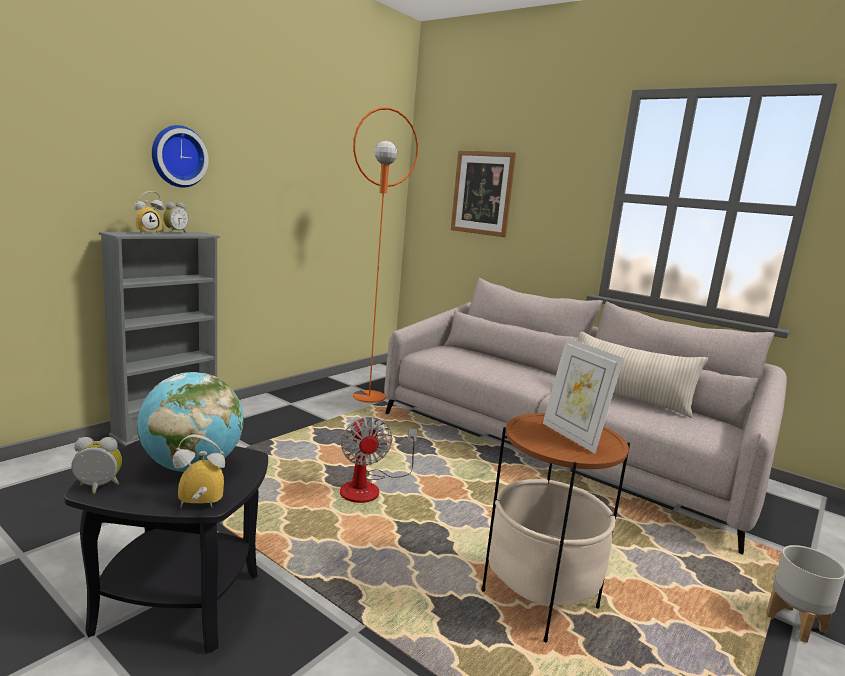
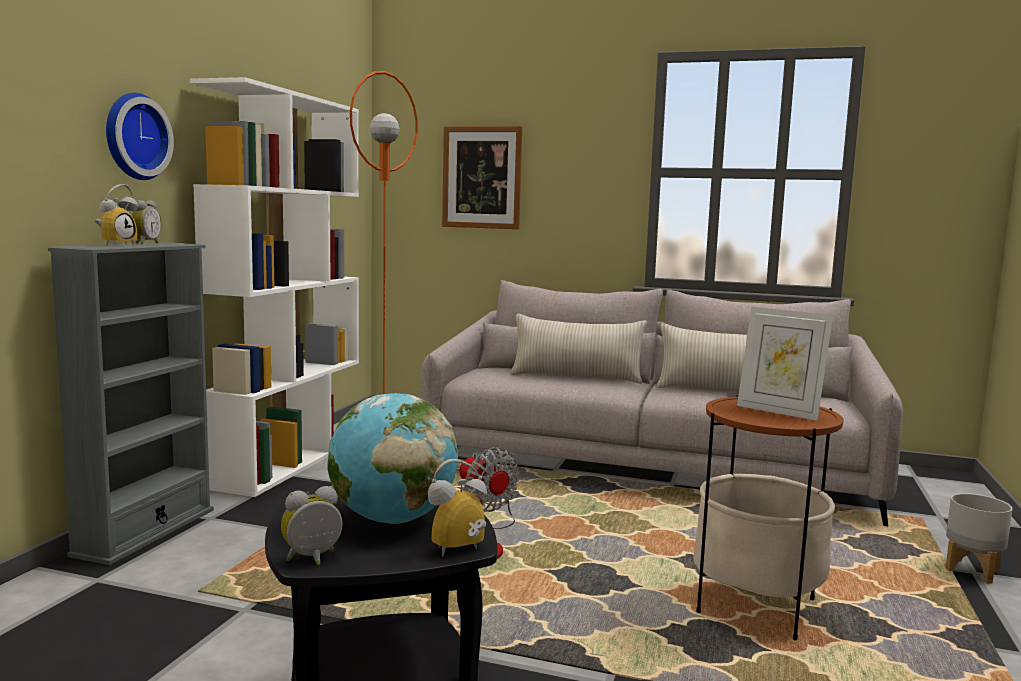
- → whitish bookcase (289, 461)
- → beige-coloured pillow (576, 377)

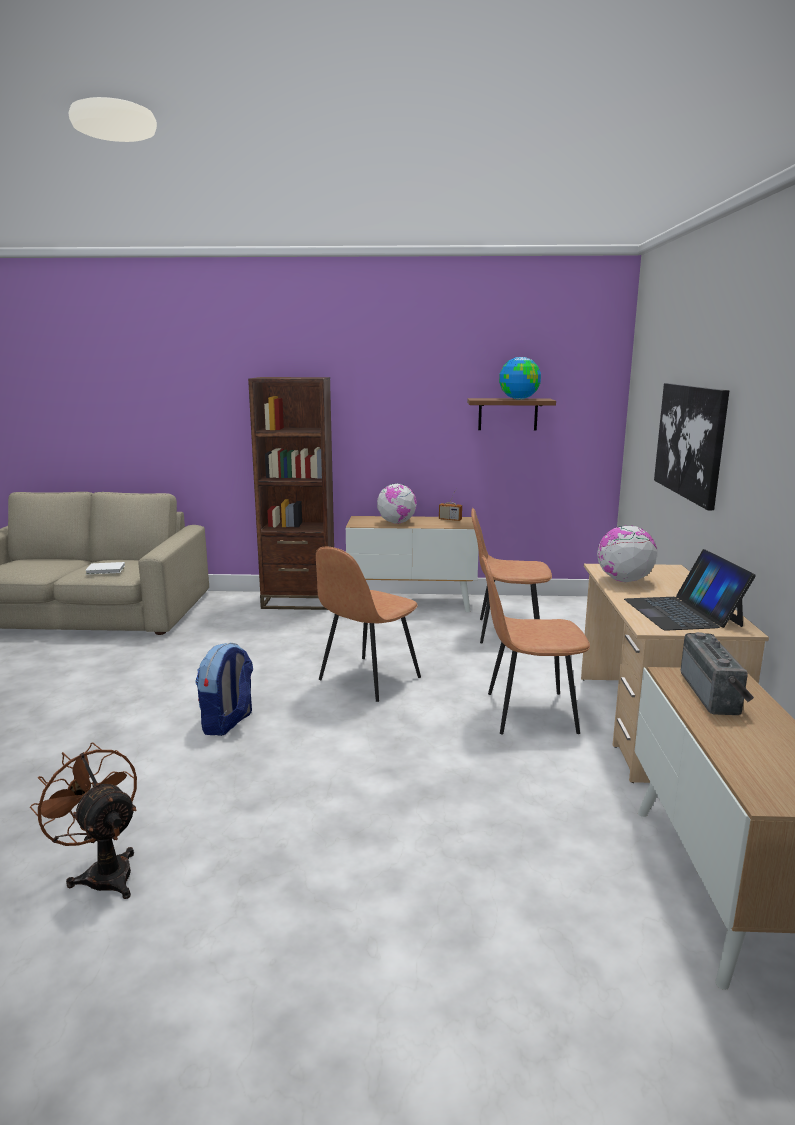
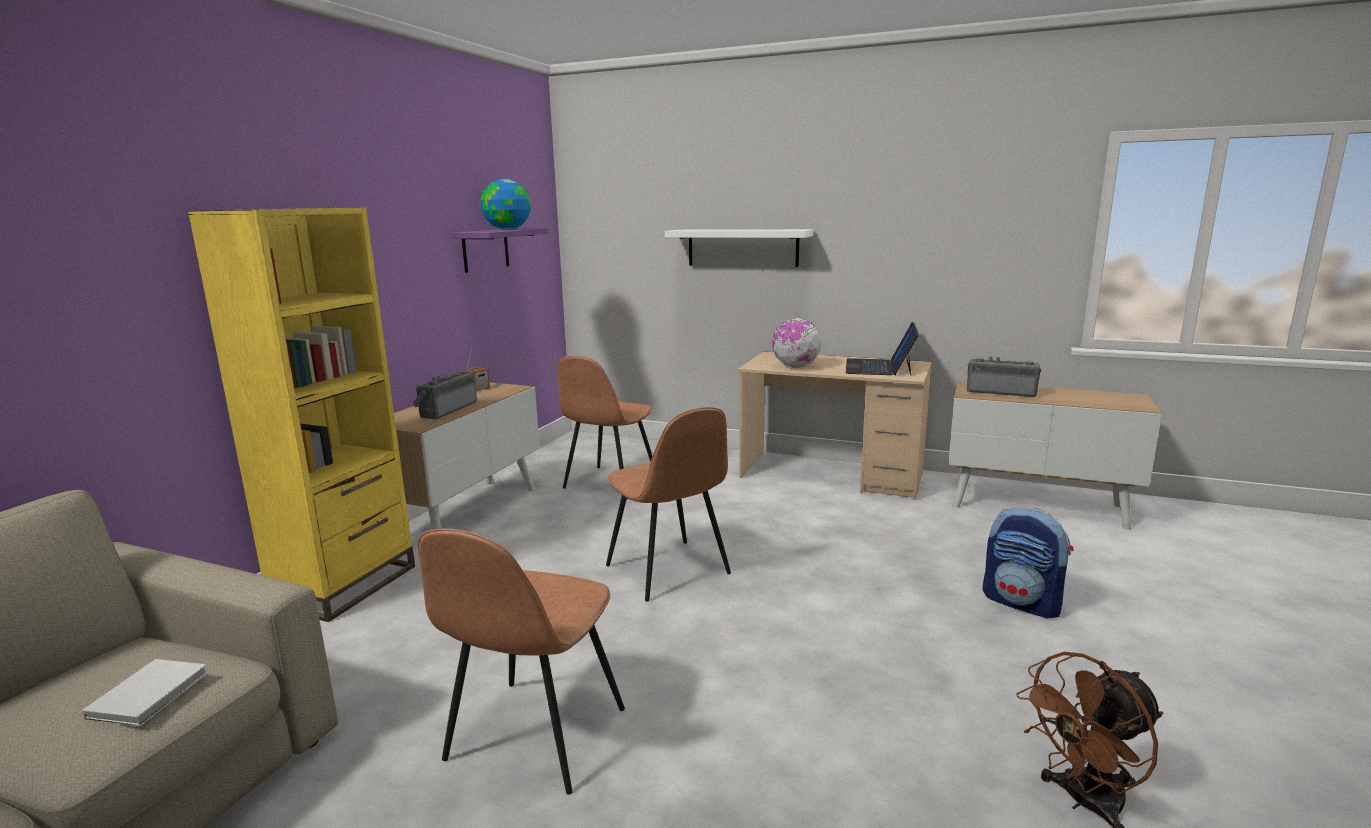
backpack (228, 723) → backpack (1023, 603), move
brownish plain chair (528, 712) → brownish plain chair (534, 737), move
world globe (396, 522) → radio (446, 410)
wall picture (690, 441) → whitish bracket shelf (742, 247)
brownish bookcase (299, 601) → yellow-coloured bookcase (345, 585)
brownish bracket shelf (507, 414) → purplish bracket shelf (485, 249)
notebook computer (682, 612) → notebook computer (879, 367), 90 degrees clockwise

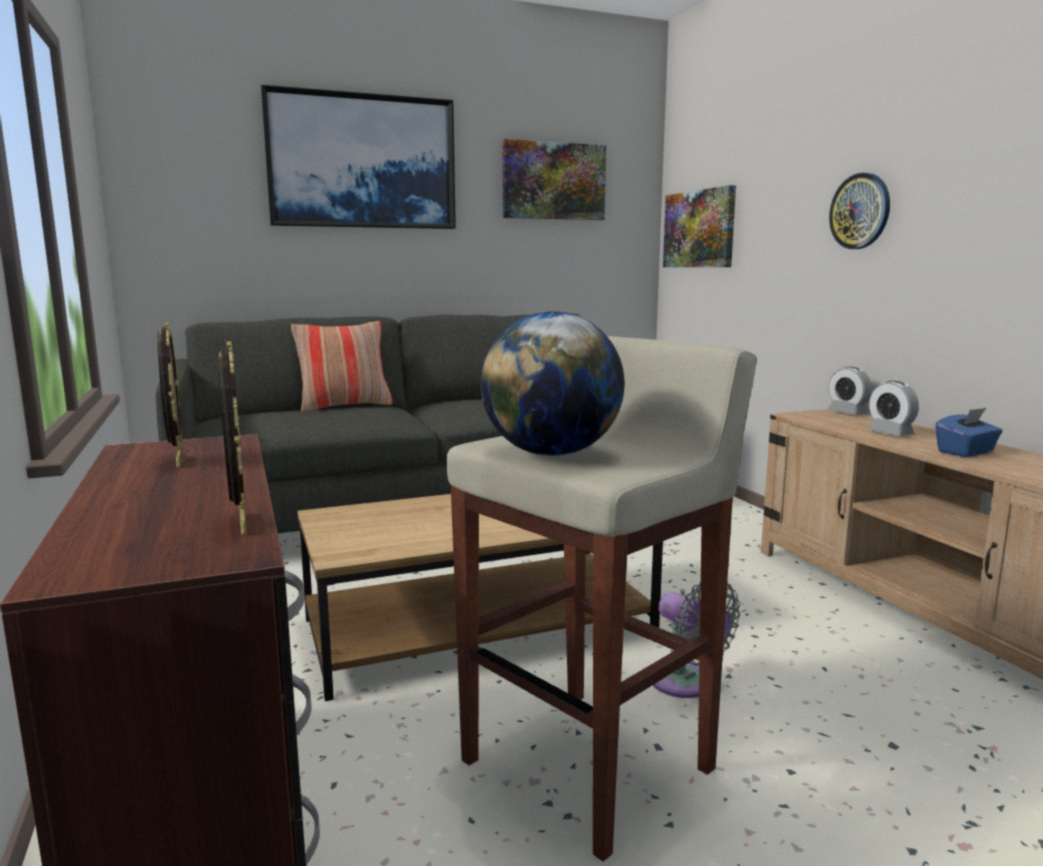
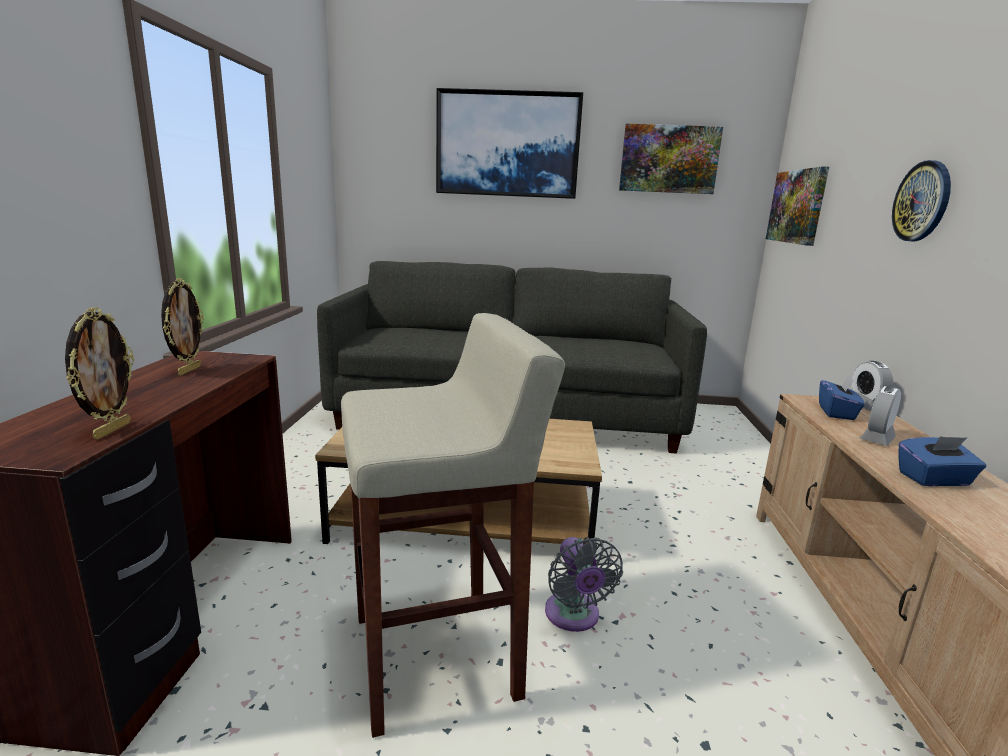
pillow (345, 406) → -
world globe (551, 454) → -
- → blue tissue box (837, 412)
bedside clock (890, 433) → bedside clock (877, 438), 45 degrees clockwise

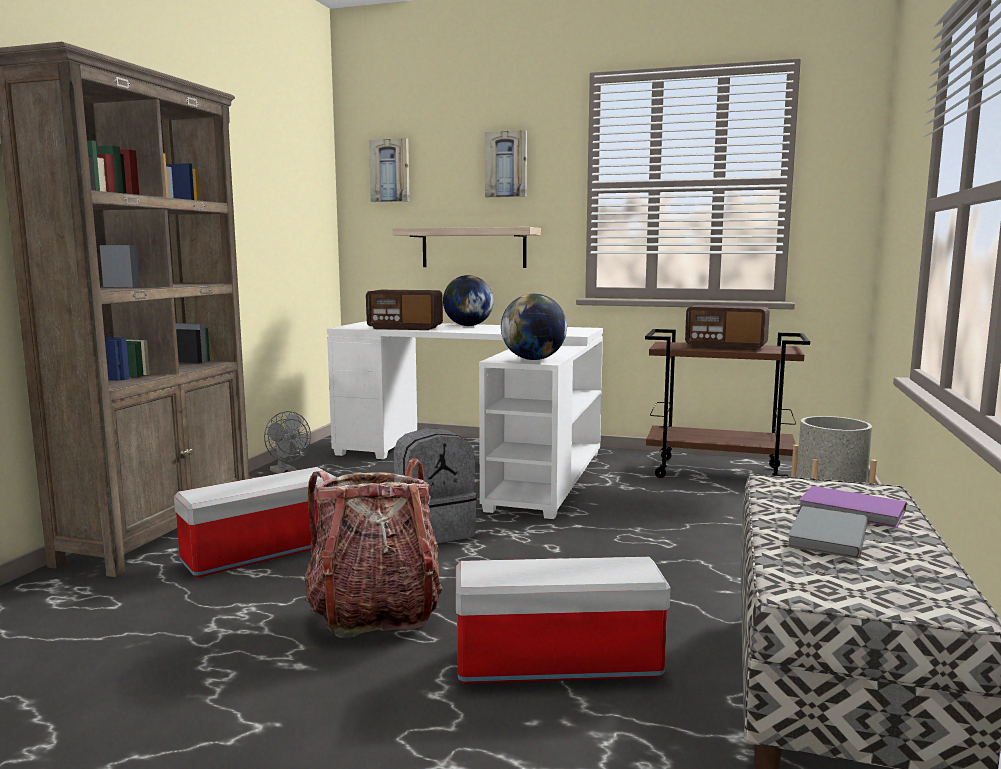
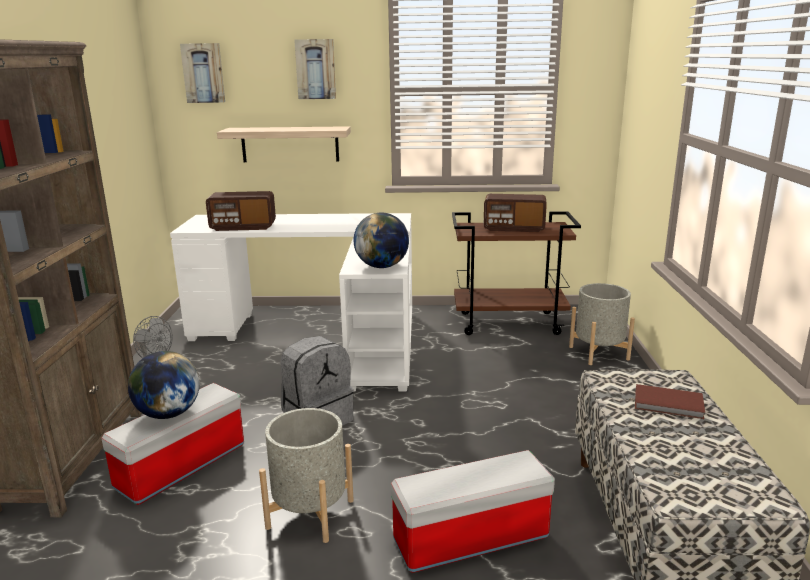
gray bound book (825, 536) → -
world globe (468, 326) → world globe (168, 414), move
backpack (375, 611) → gray flower pot (310, 514)
purplish bound book (852, 511) → brownish bound book (669, 404)

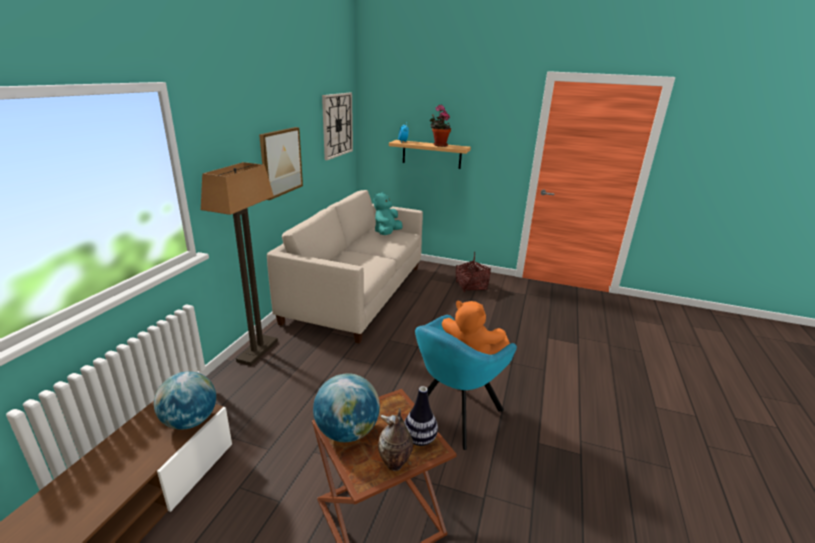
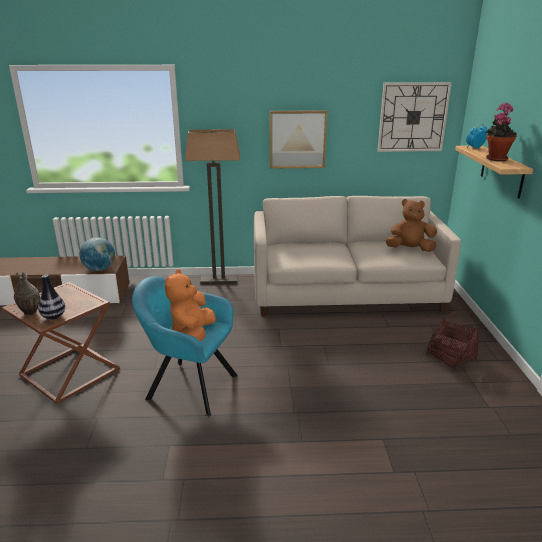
world globe (347, 431) → -
turquoise plush toy (387, 233) → brownish plush toy (409, 249)

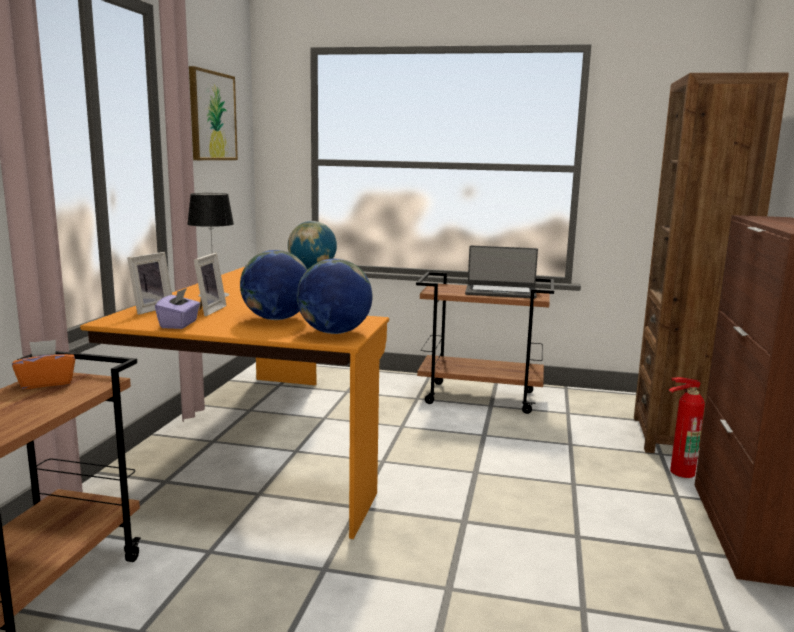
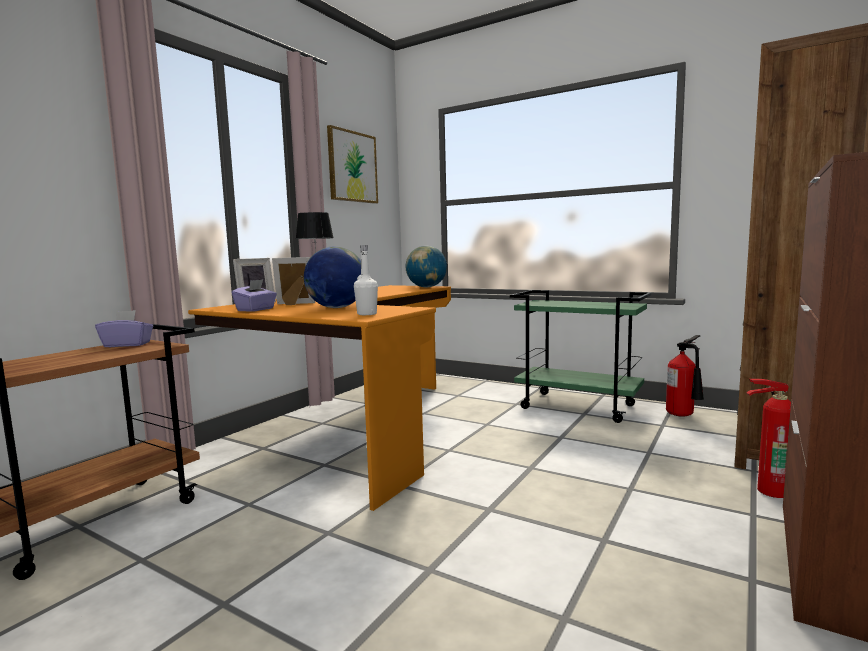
notebook computer (500, 292) → -
- → fire-fighting cylinder (684, 416)
world globe (334, 332) → whitish bottle (367, 314)
orange-coloured tissue box (46, 383) → purplish tissue box (127, 344)
brownish wheeled cart (481, 397) → greenish wheeled cart (579, 407)
standing frame (207, 310) → standing frame (294, 304), 120 degrees counterclockwise

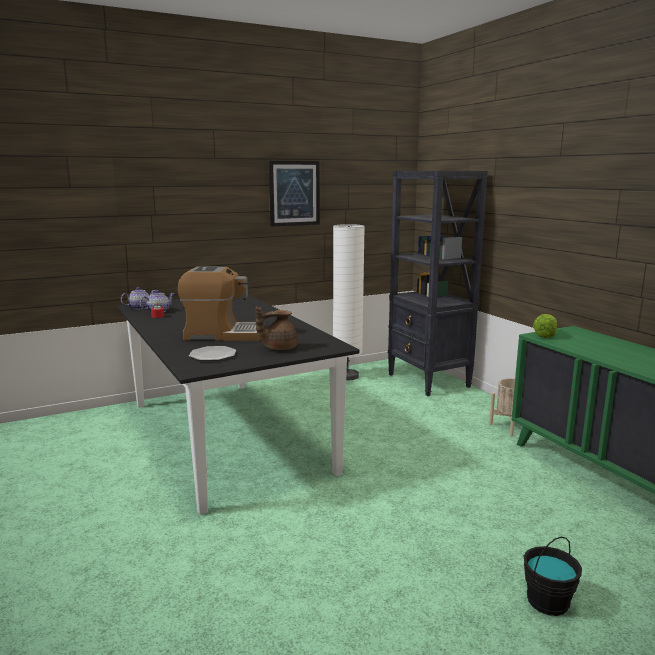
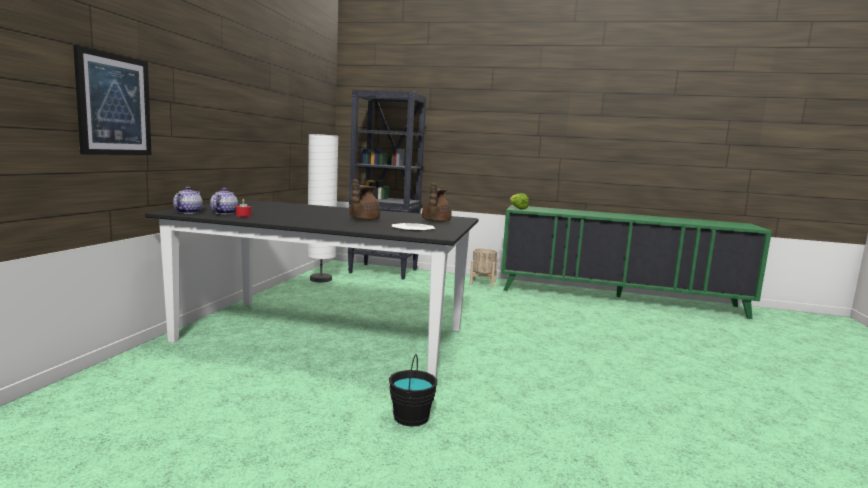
wall picture (294, 193) → wall picture (114, 105), move
black water bucket (547, 601) → black water bucket (410, 417), move
coffee machine (223, 334) → brownish teapot (363, 220)

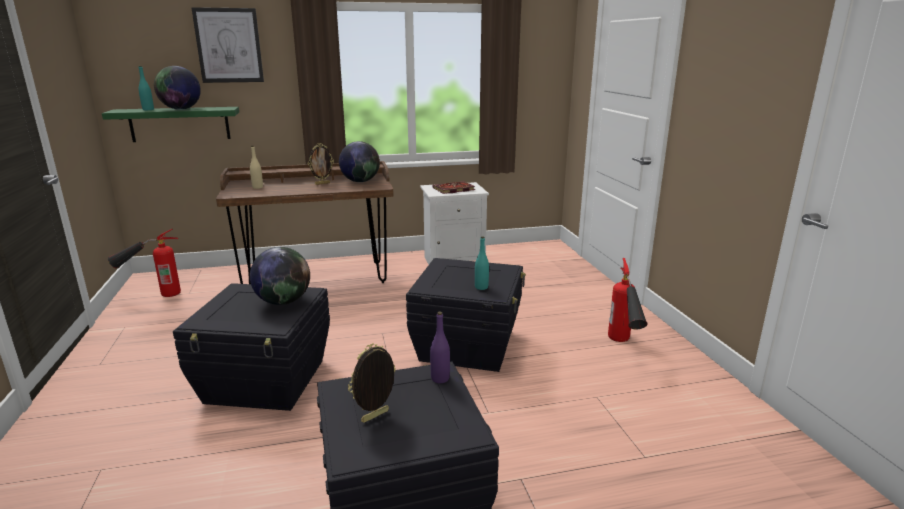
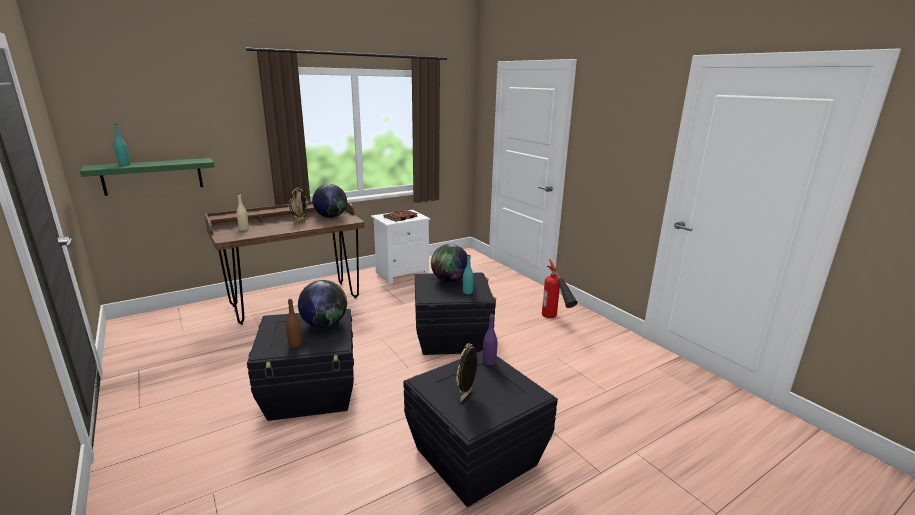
fire-fighting cylinder (153, 294) → -
wall picture (229, 45) → -
- → brownish bottle (295, 345)
world globe (181, 109) → world globe (449, 280), move

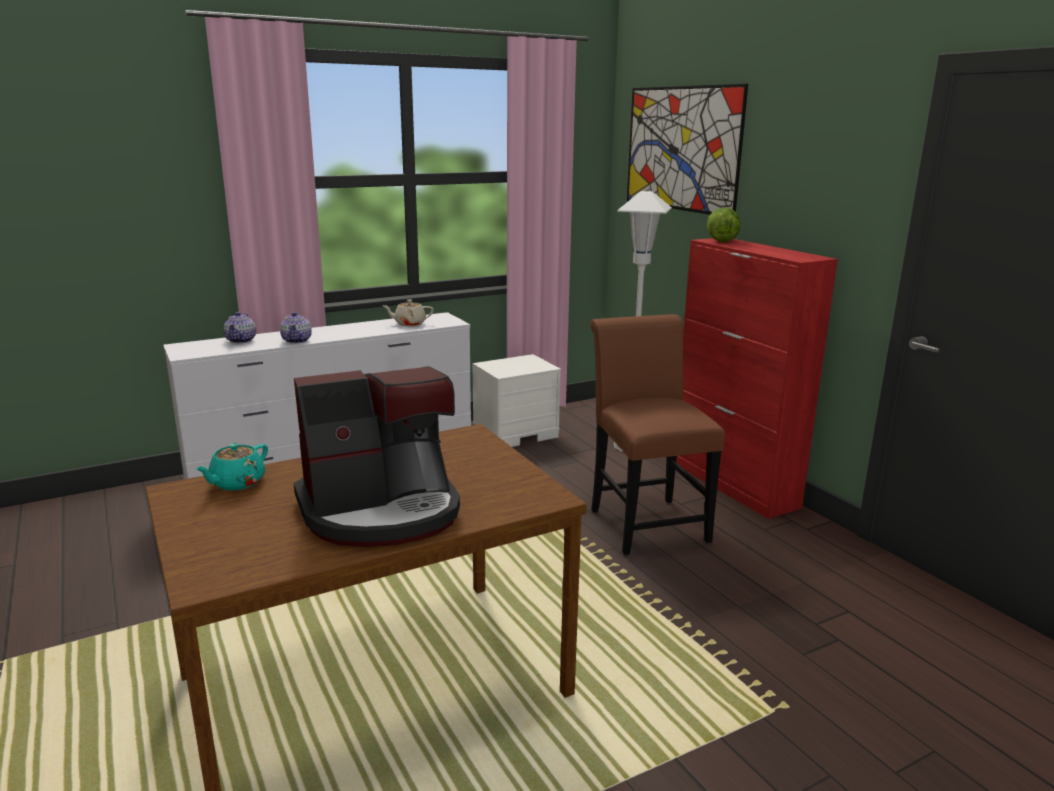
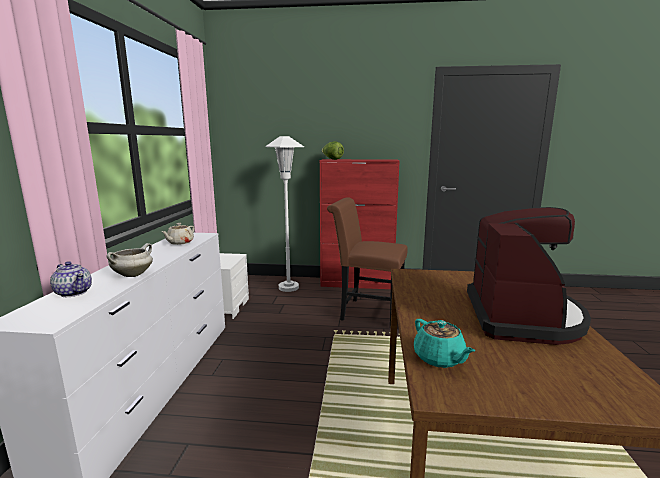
wall picture (681, 149) → -
teapot (297, 340) → whitish stockpot (133, 275)

